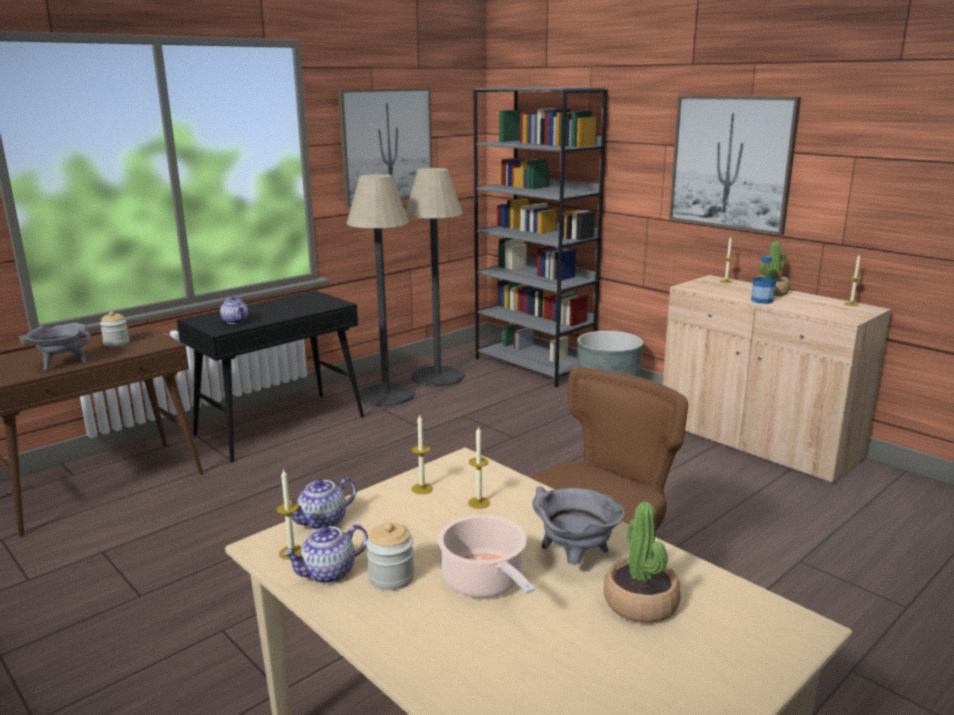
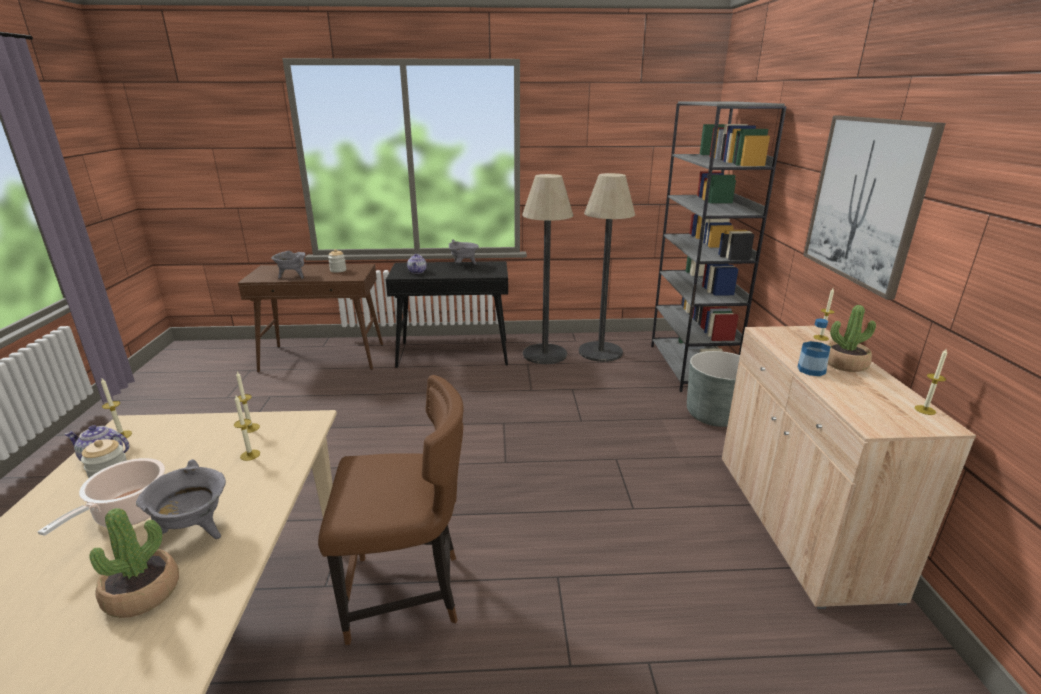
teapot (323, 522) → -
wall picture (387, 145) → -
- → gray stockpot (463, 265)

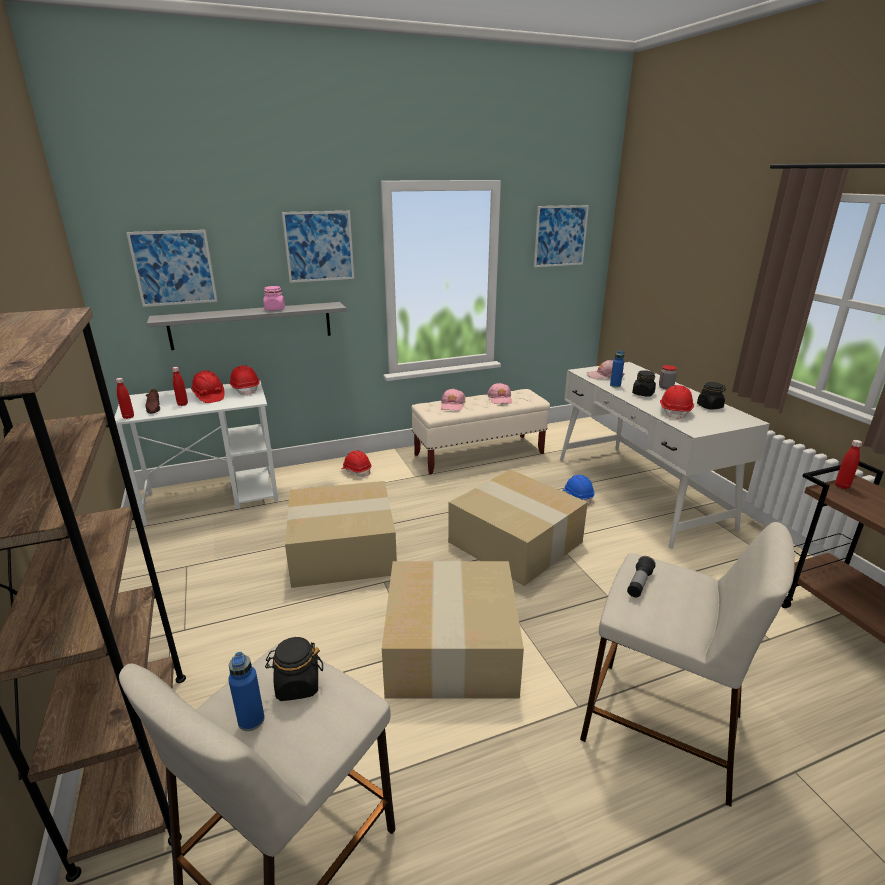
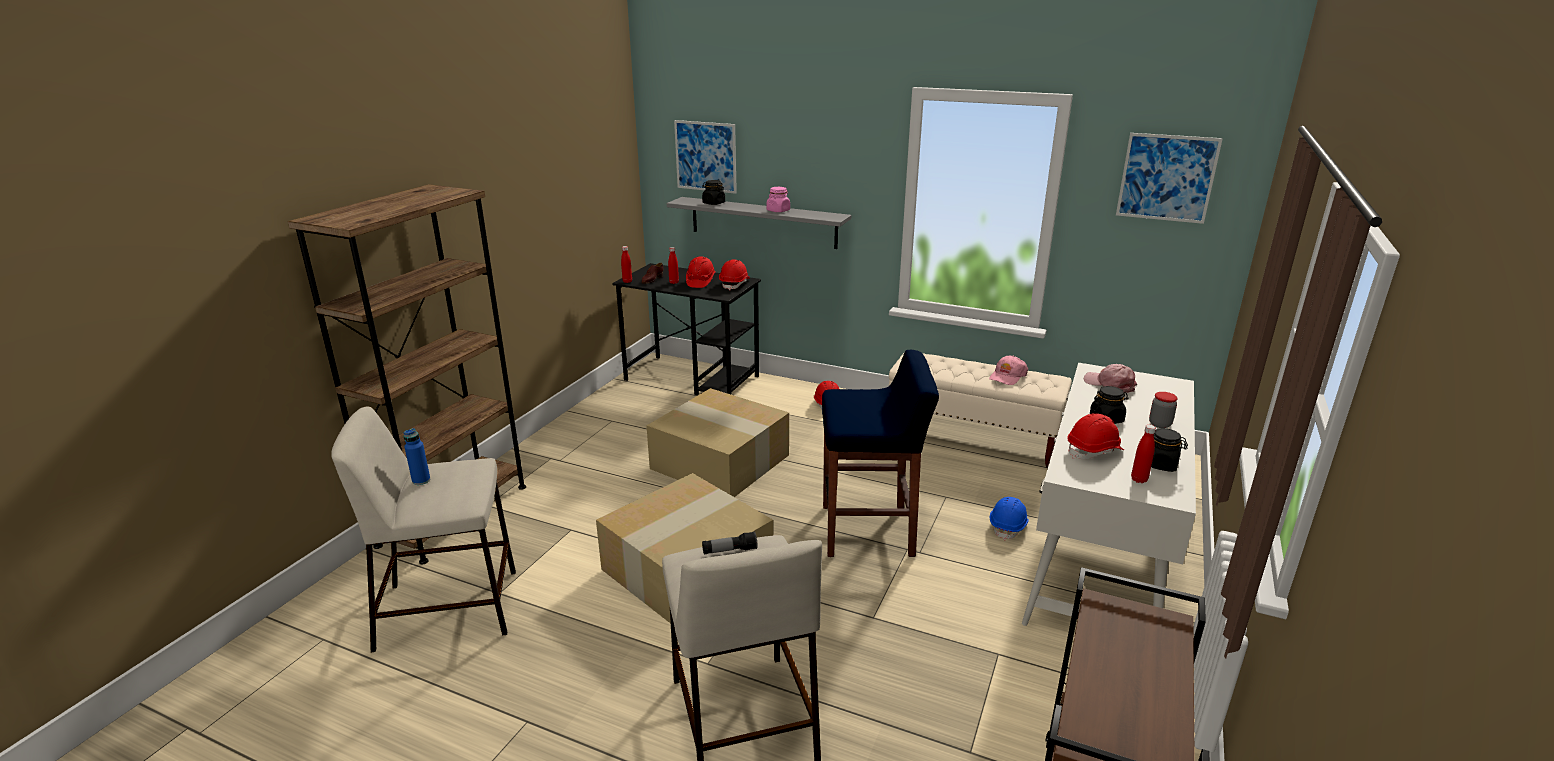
wall picture (319, 246) → -
pink-coloured peaked cap (452, 405) → -
blue bottle (615, 385) → -
black preserve jar (297, 685) → black preserve jar (713, 203), move
red-coloured bottle (842, 486) → red-coloured bottle (1139, 479), move
carton (517, 542) → blue stool seat (869, 531)
whitish desk (213, 496) → black desk (693, 378)

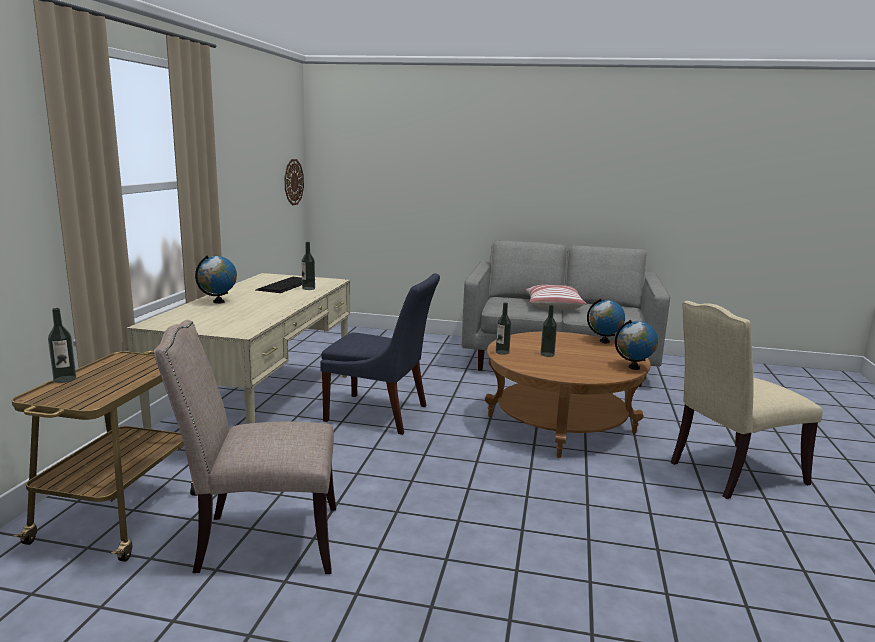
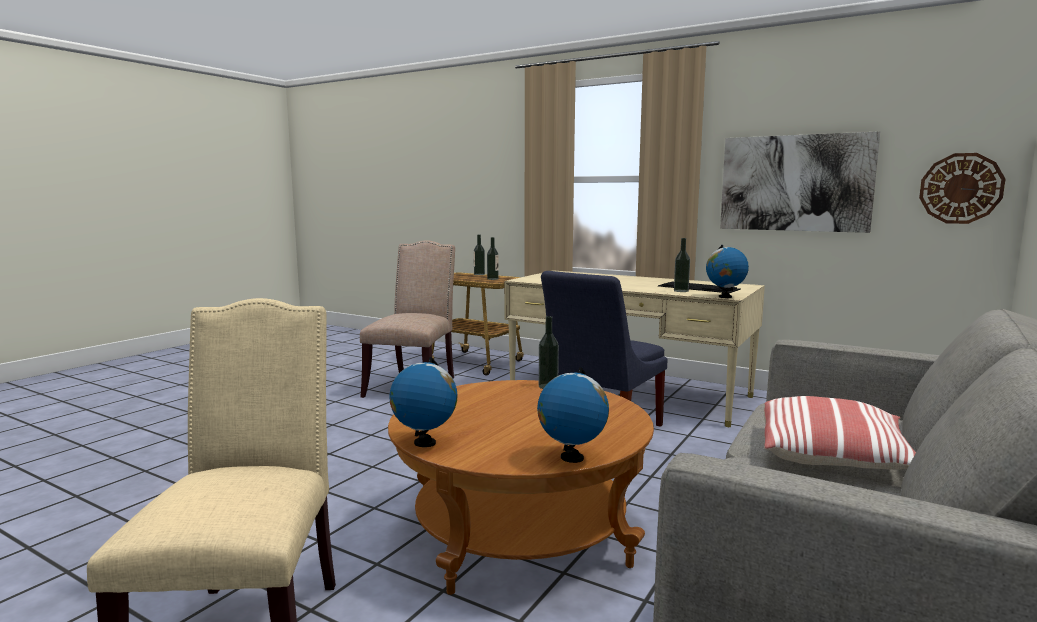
- → wall picture (795, 183)
world globe (218, 302) → world globe (725, 297), move
bottle (547, 354) → bottle (492, 279), move

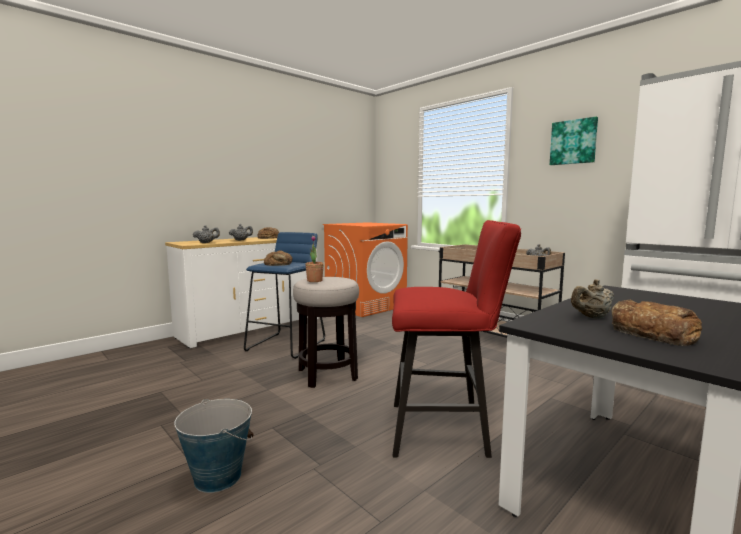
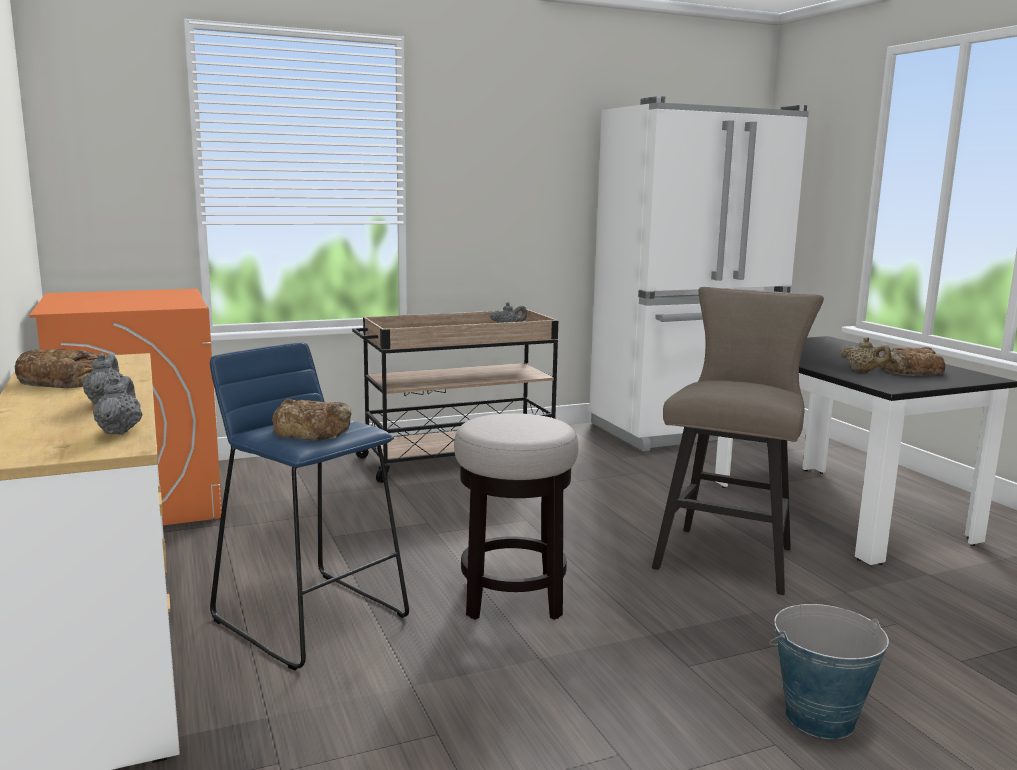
plant in a pot (314, 281) → -
wall picture (573, 142) → -
red-coloured stool seat (446, 430) → beige-coloured stool seat (728, 555)
beige-coloured teapot (592, 317) → beige-coloured teapot (863, 371), 45 degrees counterclockwise

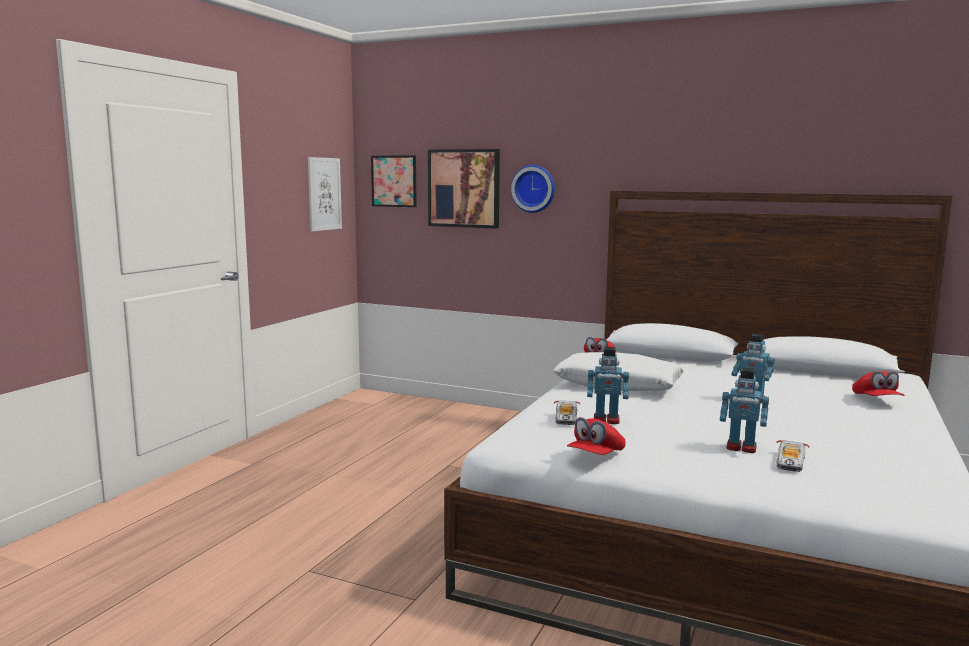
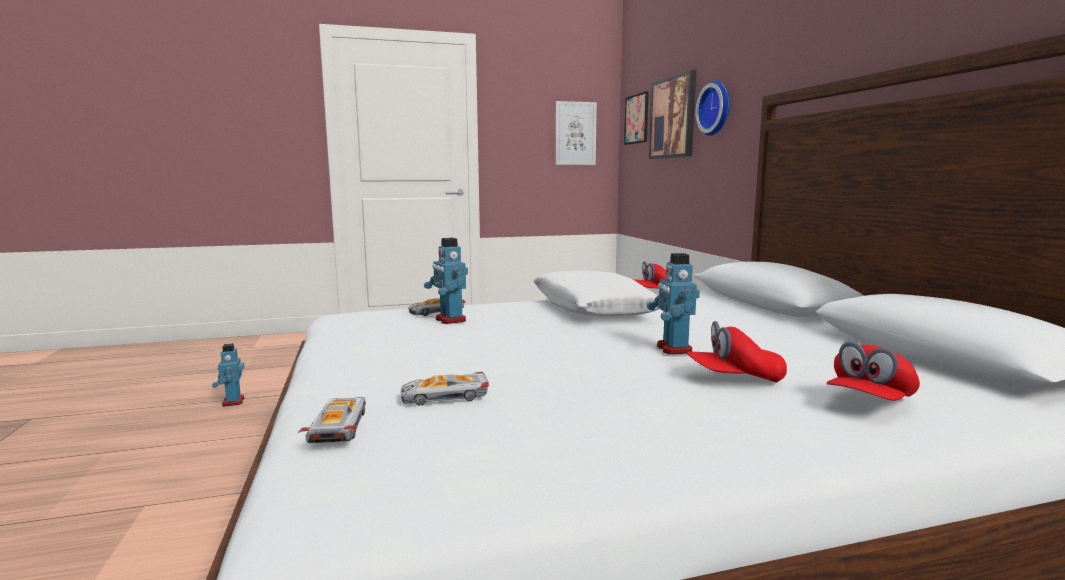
- → miniature car (339, 426)
red-coloured peaked cap (596, 456) → red-coloured peaked cap (735, 378), move
robot figure (741, 448) → robot figure (232, 402), move

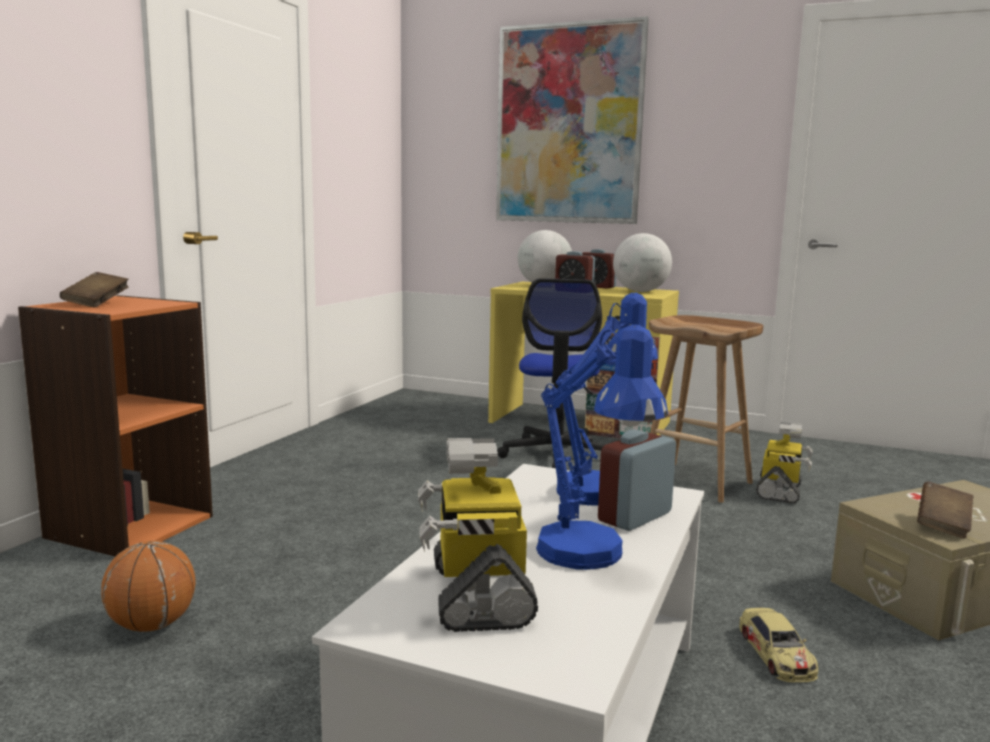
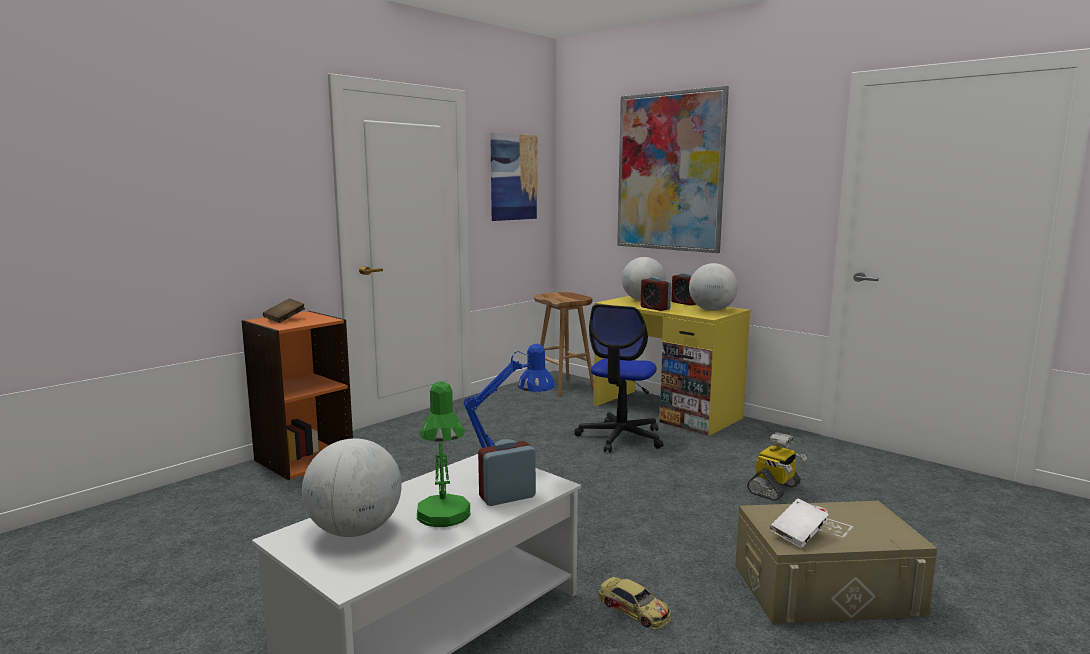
ball for basketball (152, 625) → -
- → wall picture (513, 177)
brownish stool seat (697, 482) → brownish stool seat (564, 387), move
robot figure (477, 593) → world globe (355, 531)
blue lamp for a table (591, 558) → greenish lamp for a table (444, 520)
brownish bound book (943, 525) → whitish bound book (798, 535)
miniature car (776, 653) → miniature car (634, 609), 60 degrees counterclockwise

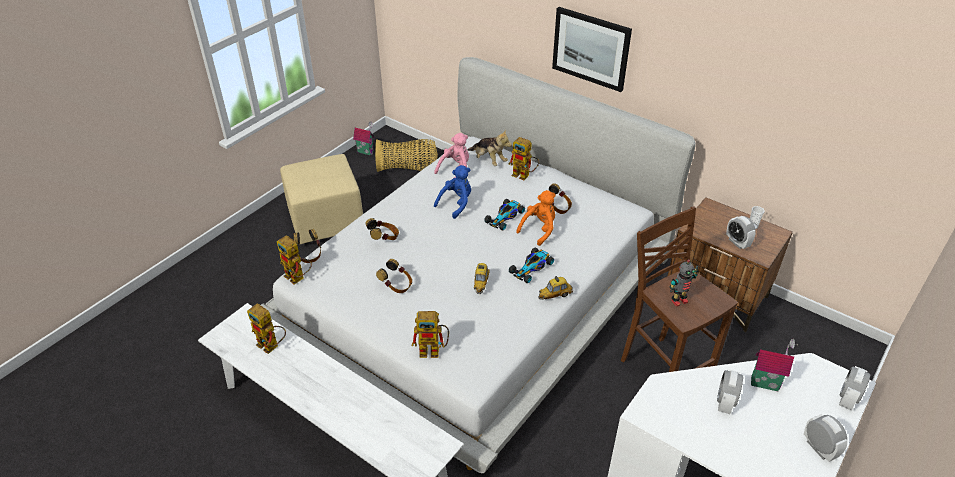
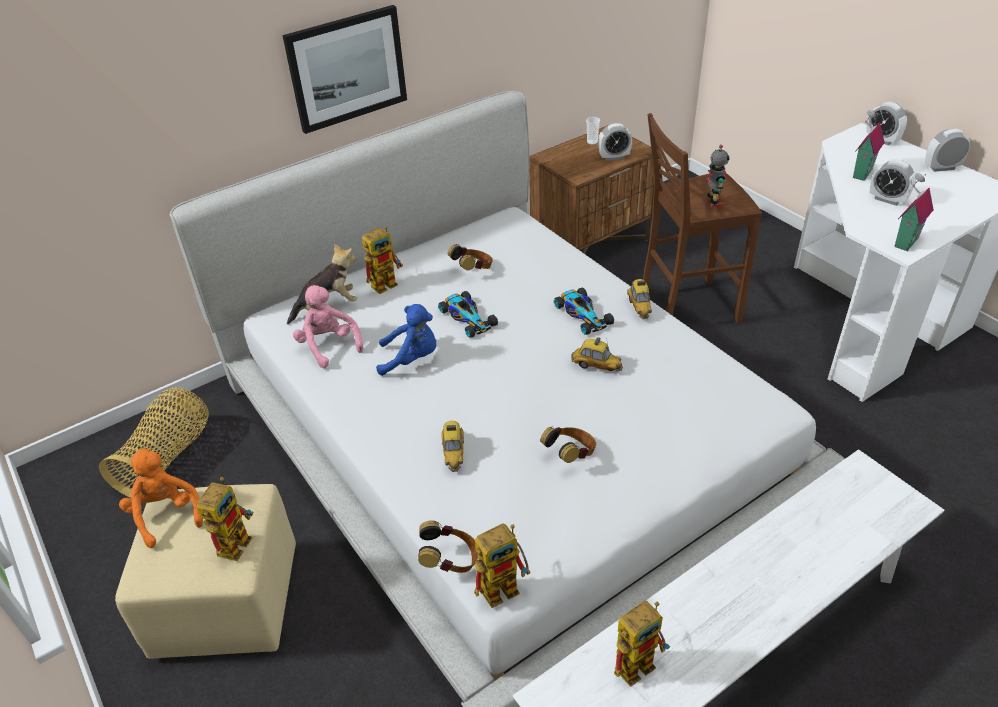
model house (366, 151) → model house (904, 241), move
robot figure (434, 350) → robot figure (236, 540), move
orange-coloured plush toy (539, 229) → orange-coloured plush toy (166, 514), move
headset (384, 238) → miniature car (454, 453)
blue plush toy (456, 204) → blue plush toy (411, 359), 120 degrees clockwise

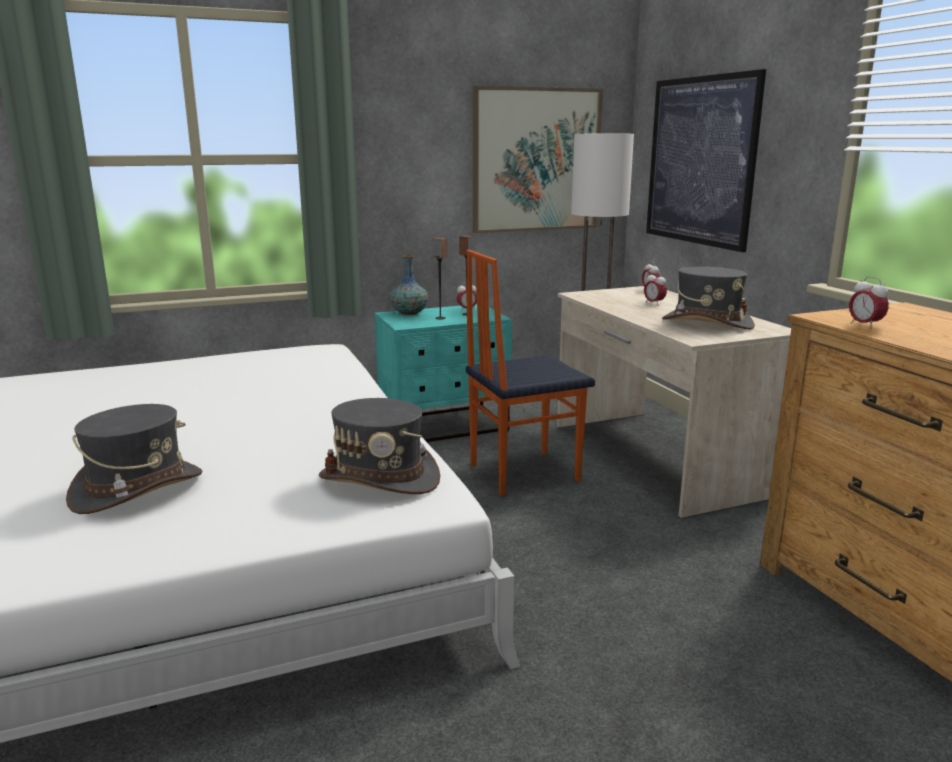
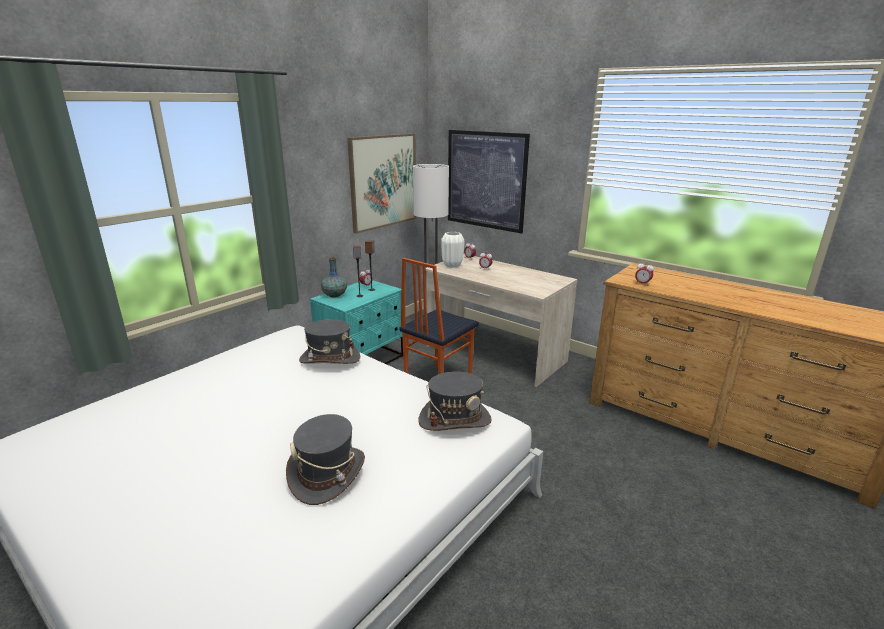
- → whitish decorative vase (452, 265)
gray clothing hat (707, 323) → gray clothing hat (329, 359), move

